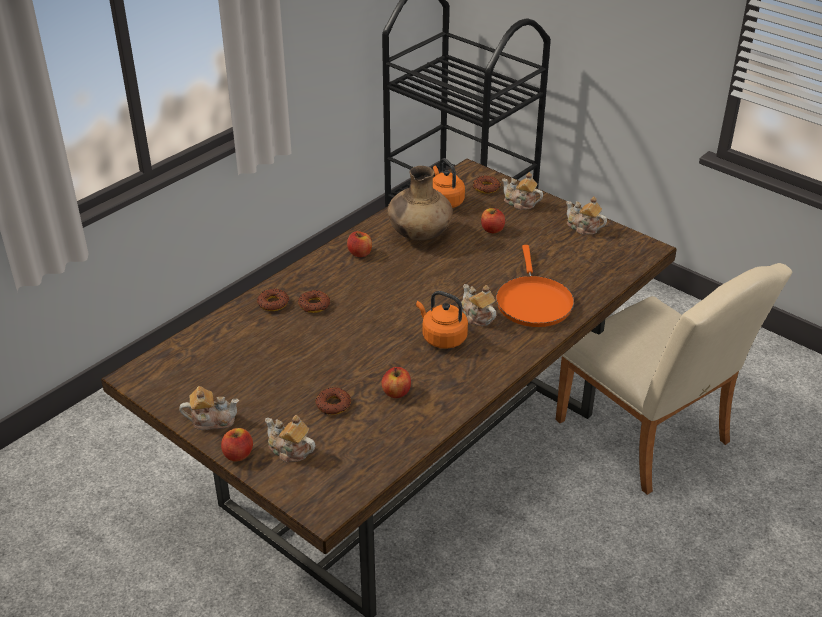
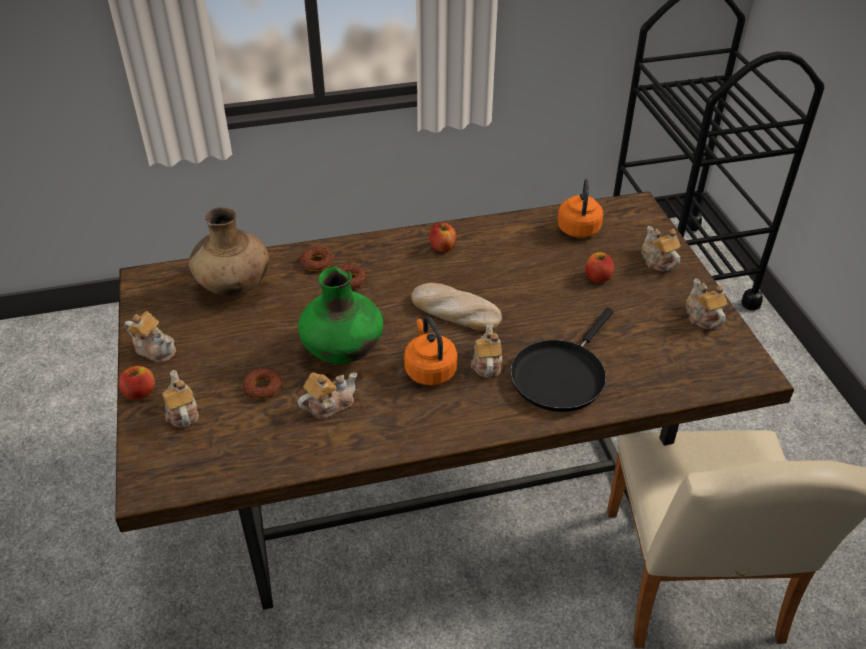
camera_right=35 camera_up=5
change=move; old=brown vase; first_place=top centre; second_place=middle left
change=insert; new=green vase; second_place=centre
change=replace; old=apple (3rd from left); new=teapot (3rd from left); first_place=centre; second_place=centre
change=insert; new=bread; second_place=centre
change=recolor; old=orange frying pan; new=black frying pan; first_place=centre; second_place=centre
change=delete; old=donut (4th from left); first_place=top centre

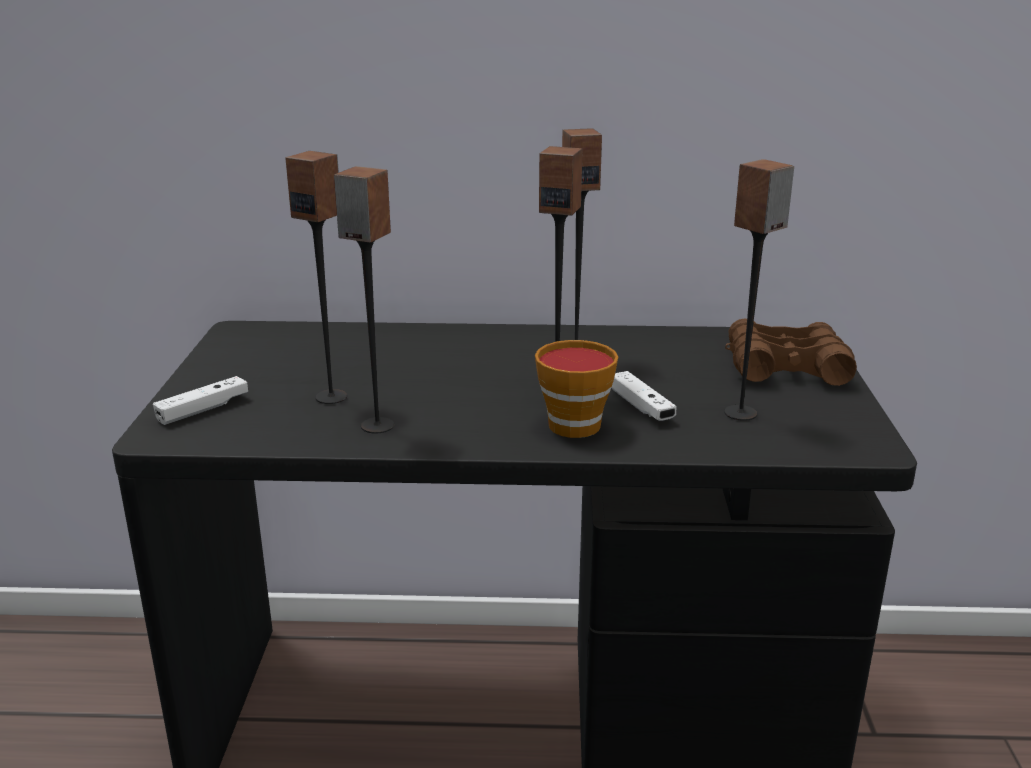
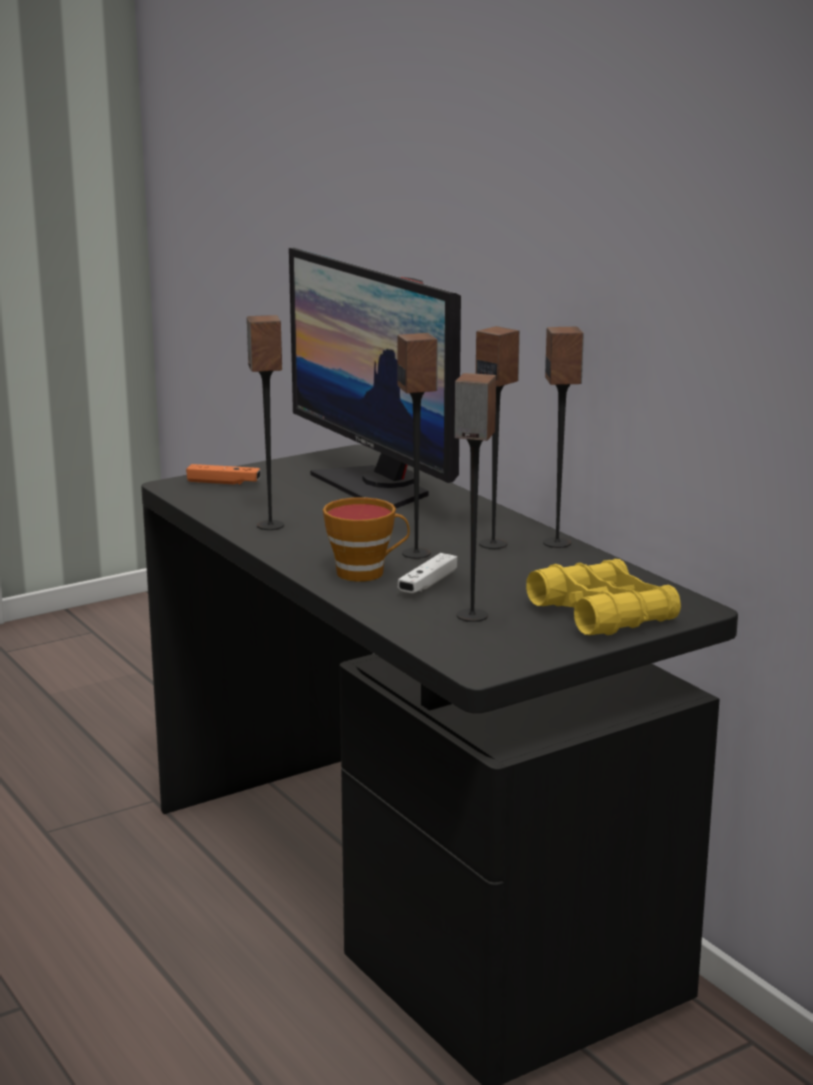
camera_right=55 camera_up=-5
change=recolor; old=white game controller (1st from left); new=orange game controller; first_place=middle left; second_place=middle left
change=insert; new=monitor; second_place=centre
change=recolor; old=brown binoculars; new=yellow binoculars; first_place=middle right; second_place=middle right
change=move; old=speaker (1st from left in the first image); new=speaker (5th from left); first_place=middle left; second_place=middle right

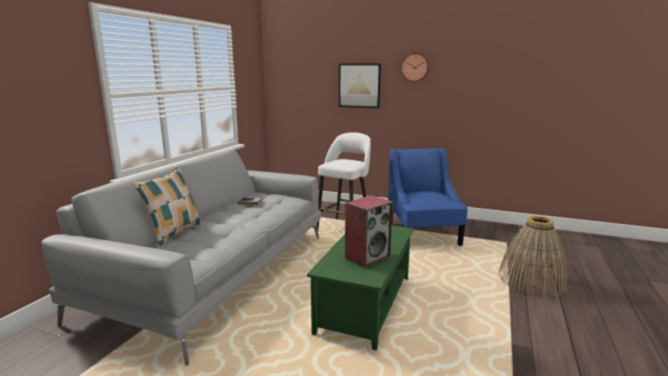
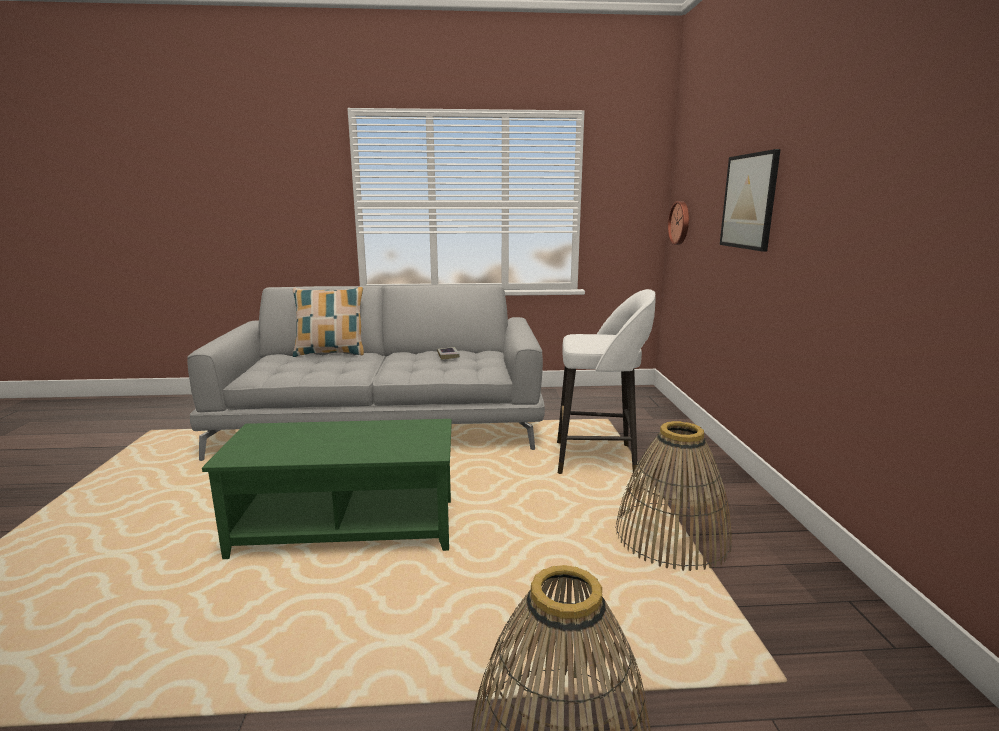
camera_right=65 camera_up=0
change=replace; old=blue armchair; new=basket (2nd from left); first_place=centre; second_place=bottom right
change=move; old=wall clock; first_place=top centre; second_place=top right
change=delete; old=speaker; first_place=centre

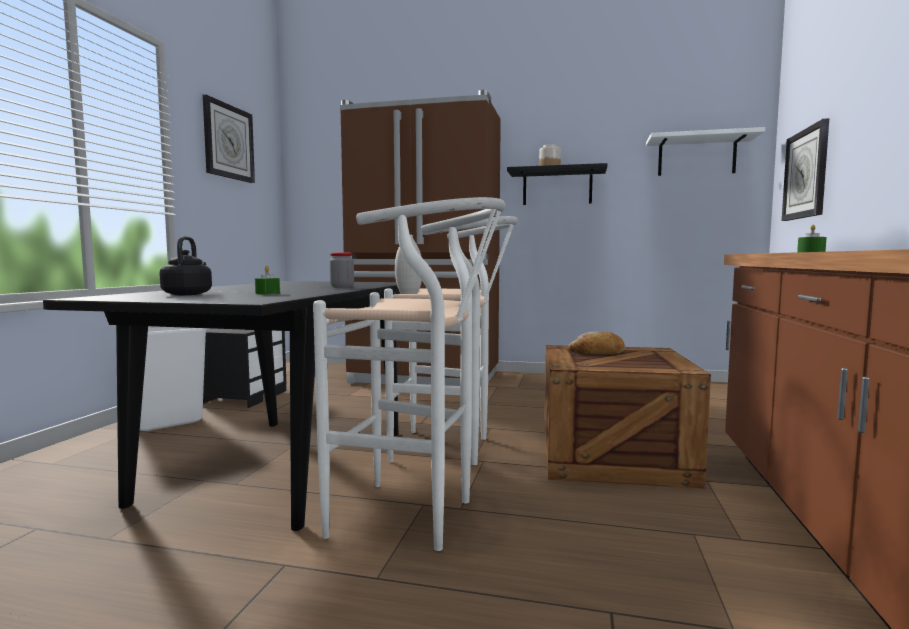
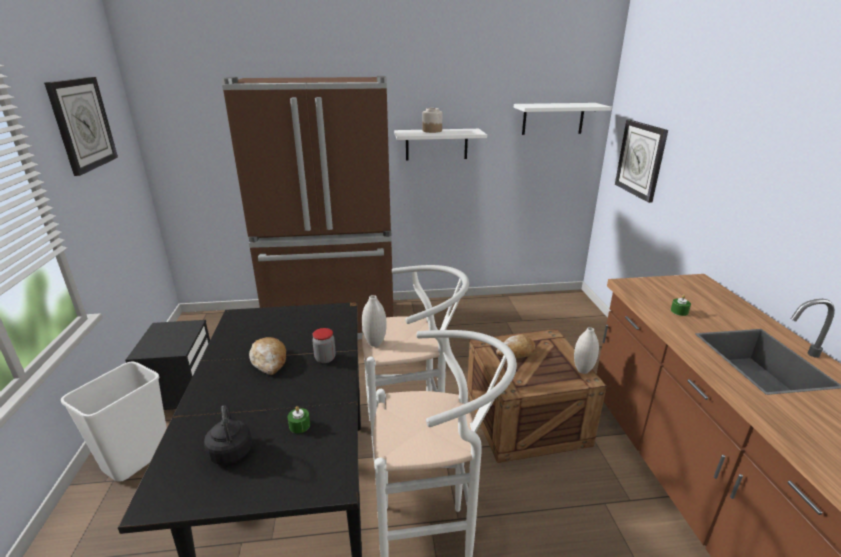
camera_right=-20 camera_up=20
change=insert; new=bread (1st from left); second_place=middle left
change=recolor; old=black shelf; new=white shelf (1st from left); first_place=top centre; second_place=top centre
change=insert; new=white vase (2nd from left); second_place=middle right

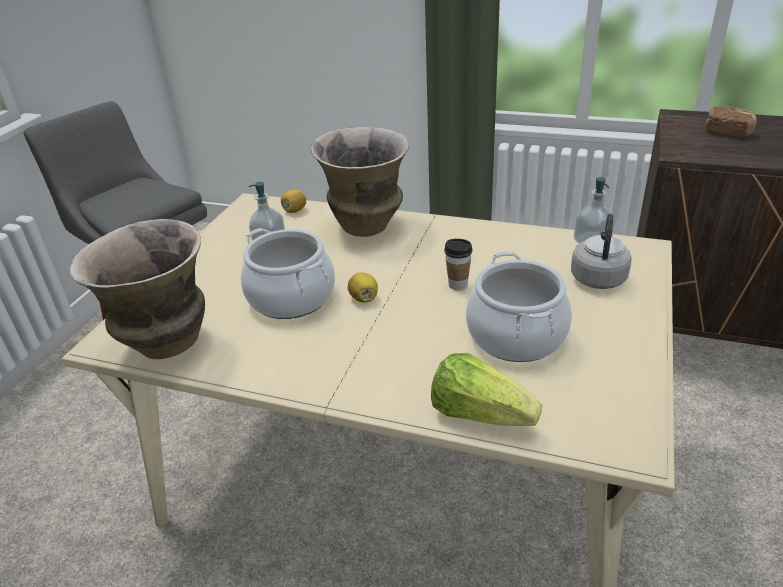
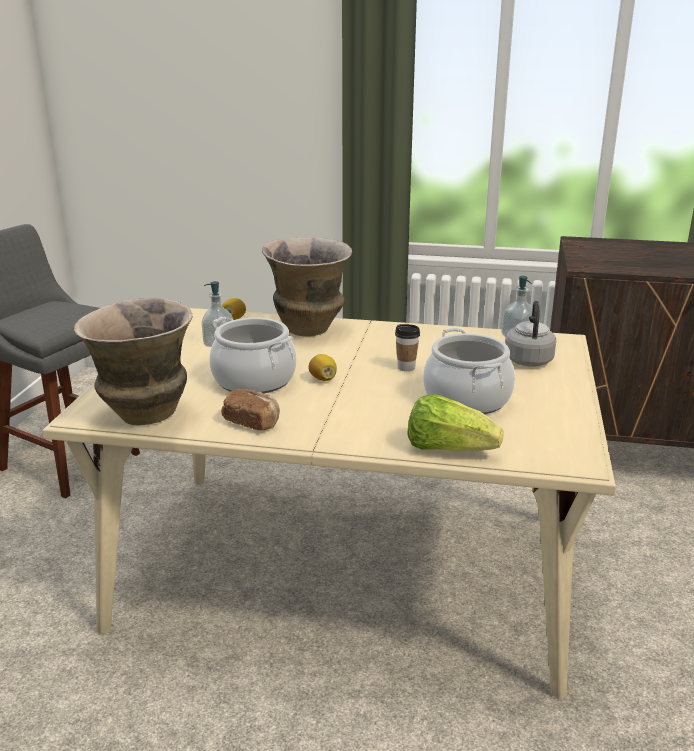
camera_right=-10 camera_up=-10
change=move; old=bread; first_place=top right; second_place=centre

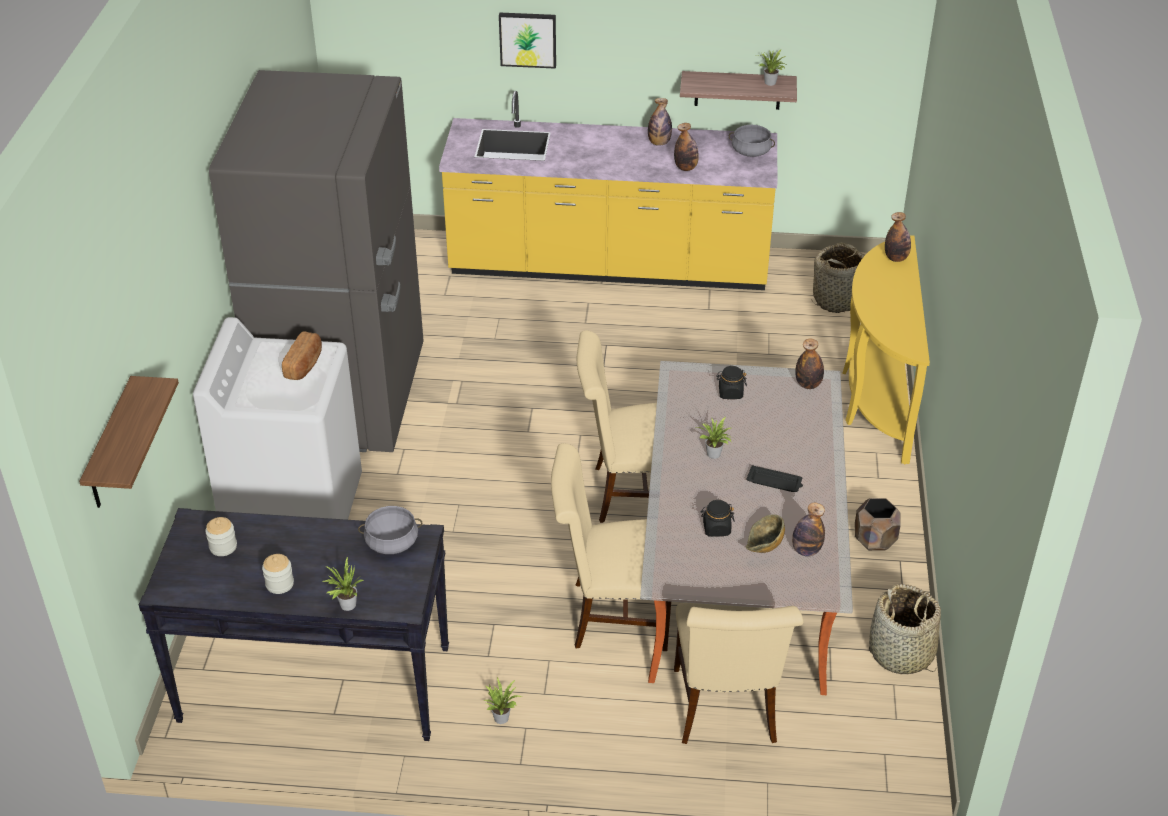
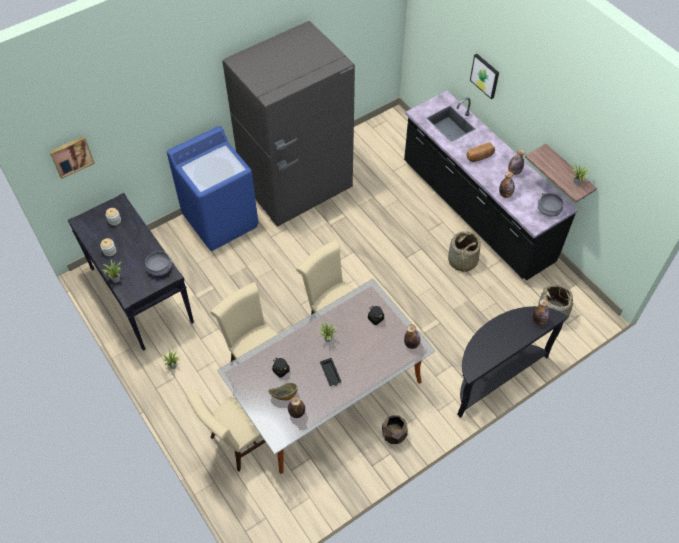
camera_right=50 camera_up=15
change=replace; old=shelf (1st from left); new=picture (1st from left); first_place=middle left; second_place=top left
change=recolor; old=white washing machine; new=blue washing machine; first_place=middle left; second_place=middle left
change=recolor; old=yellow counter; new=black counter; first_place=top centre; second_place=middle right
change=move; old=basket (2nd from left in the first image); new=basket (1st from left); first_place=bottom right; second_place=middle right
change=recolor; old=yellow console table; new=black console table (2nd from left); first_place=middle right; second_place=bottom right
change=move; old=bread; first_place=middle left; second_place=top right

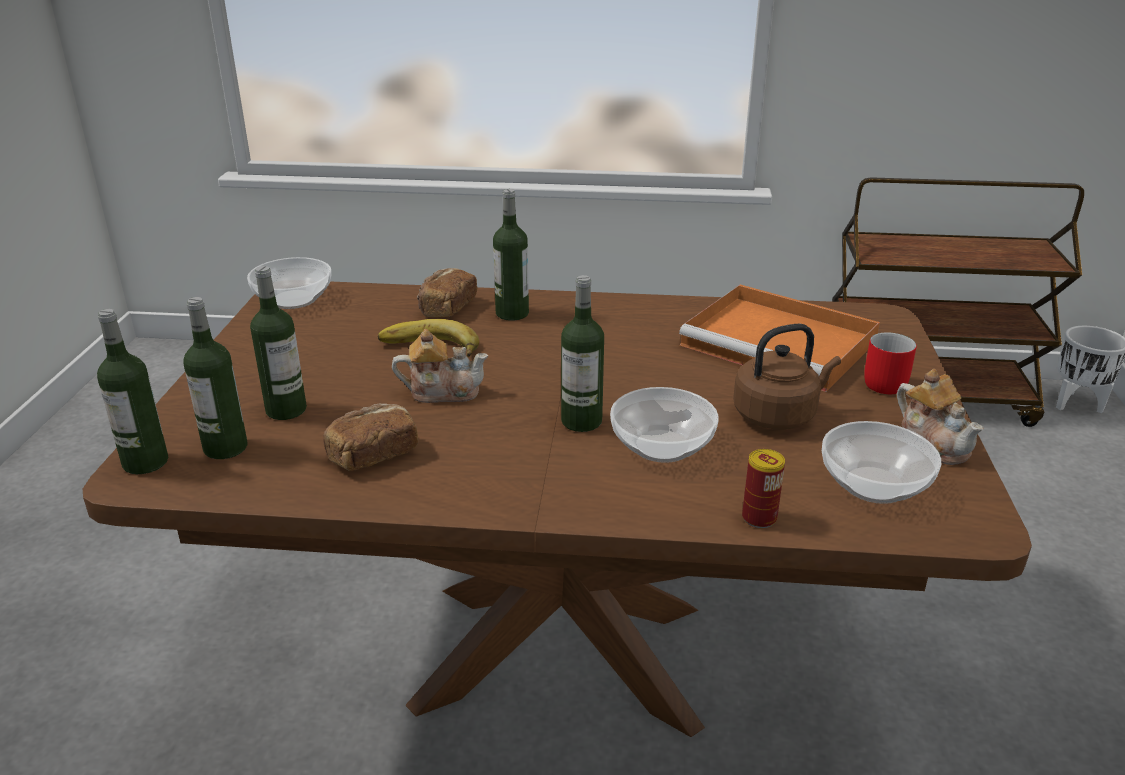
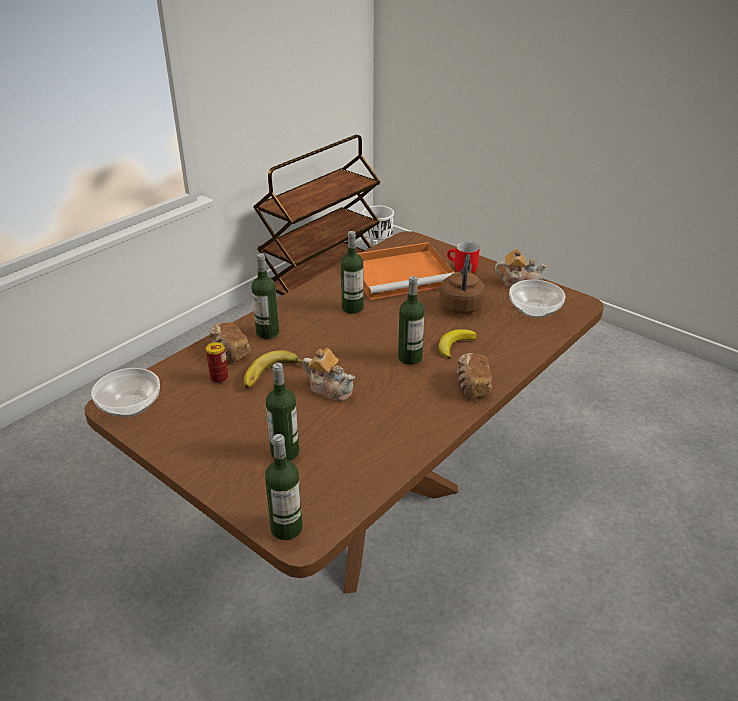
camera_right=-55 camera_up=5
change=move; old=can; first_place=middle right; second_place=middle left
change=rotate; old=teapot (1st from left); first_place=centre; second_place=centre; degrees=90
change=move; old=bottle (2nd from left in the first image); new=bottle (4th from left); first_place=middle left; second_place=centre
change=replace; old=bowl (2nd from left); new=banana (2nd from left); first_place=centre; second_place=centre
change=move; old=bread (1st from left in the first image); new=bread (2nd from left); first_place=middle left; second_place=centre

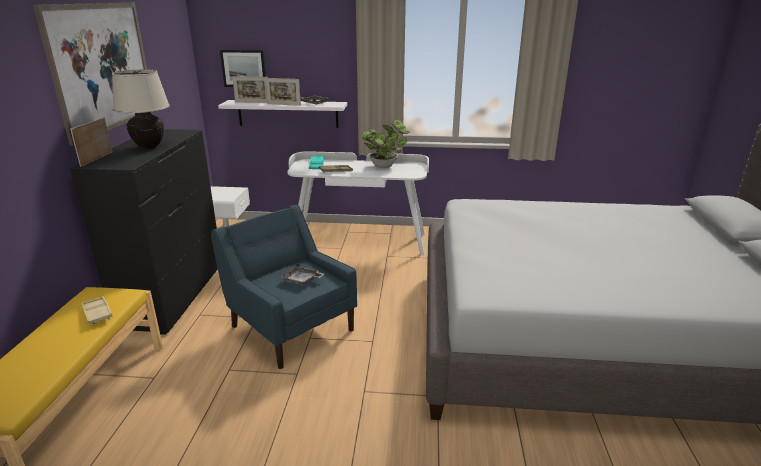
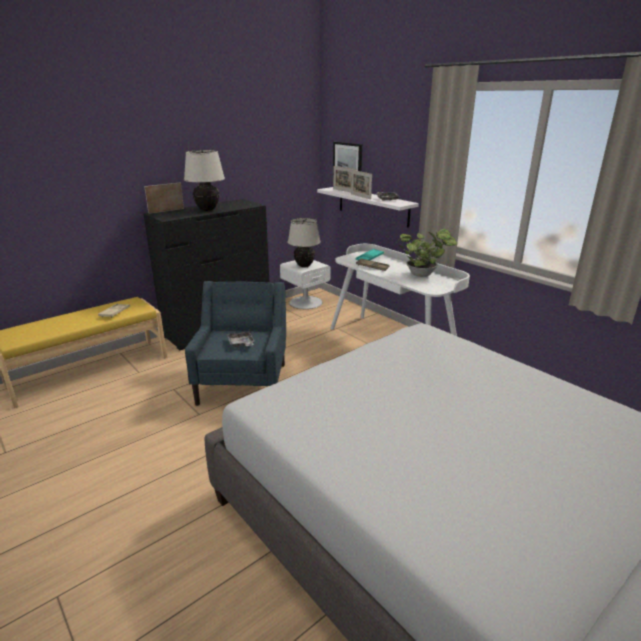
camera_right=45 camera_up=0
change=insert; new=beige table lamp (2nd from left); second_place=centre
change=delete; old=picture (1st from left); first_place=top left

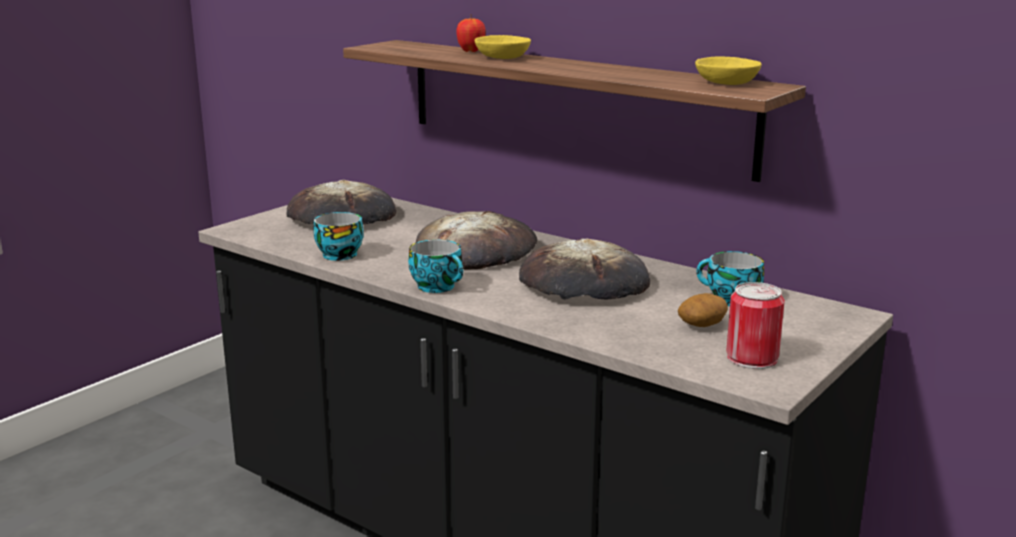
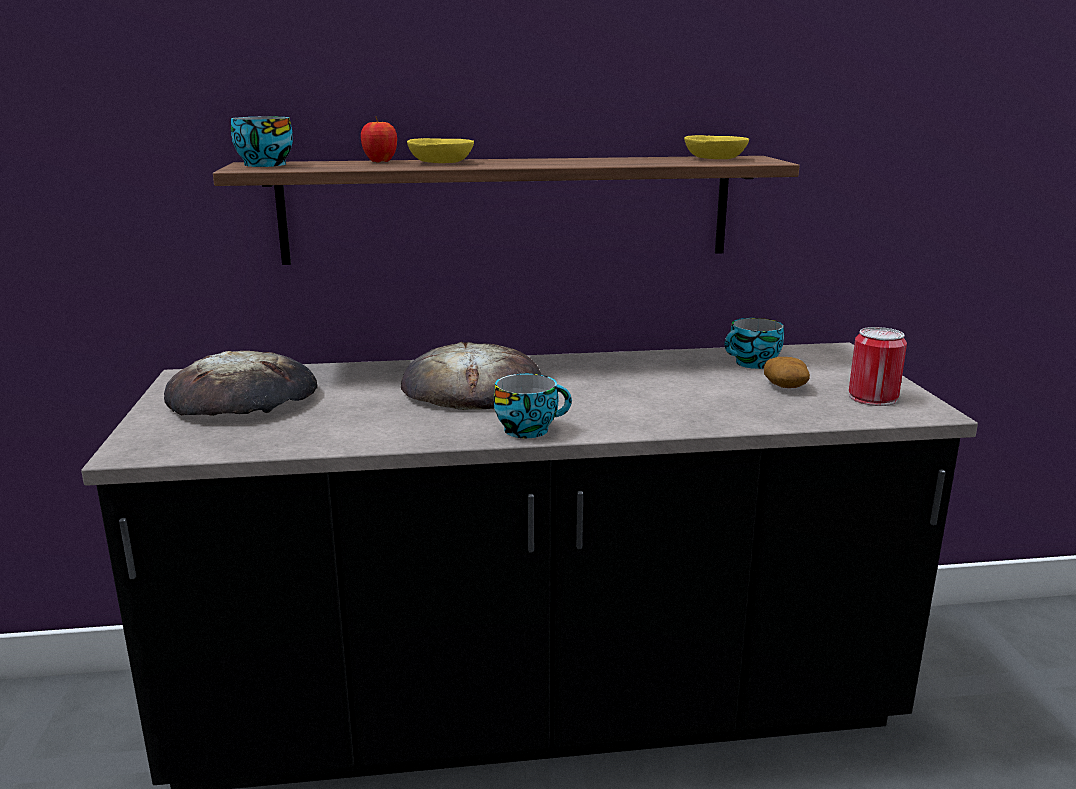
camera_right=-45 camera_up=0
change=move; old=cup (1st from left); first_place=middle left; second_place=top left
change=delete; old=bread (3rd from left); first_place=centre

